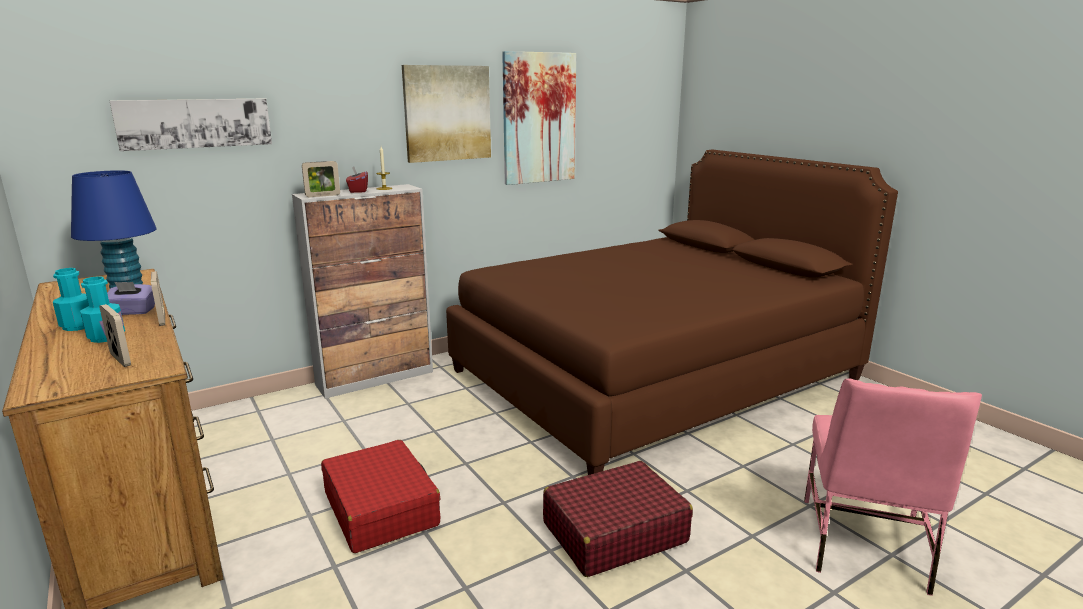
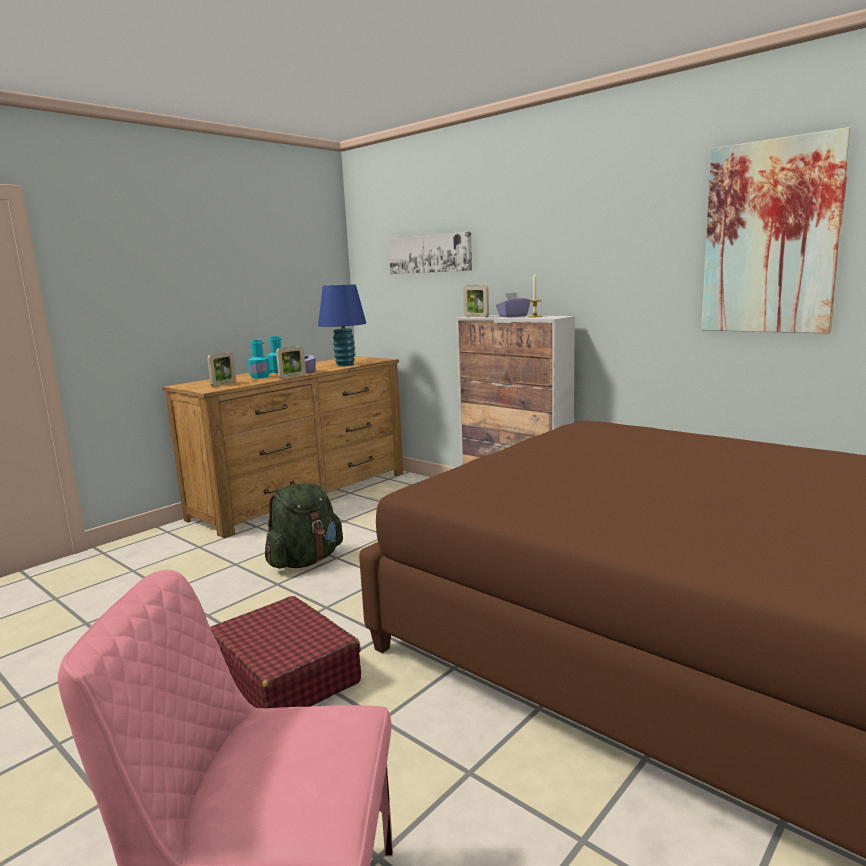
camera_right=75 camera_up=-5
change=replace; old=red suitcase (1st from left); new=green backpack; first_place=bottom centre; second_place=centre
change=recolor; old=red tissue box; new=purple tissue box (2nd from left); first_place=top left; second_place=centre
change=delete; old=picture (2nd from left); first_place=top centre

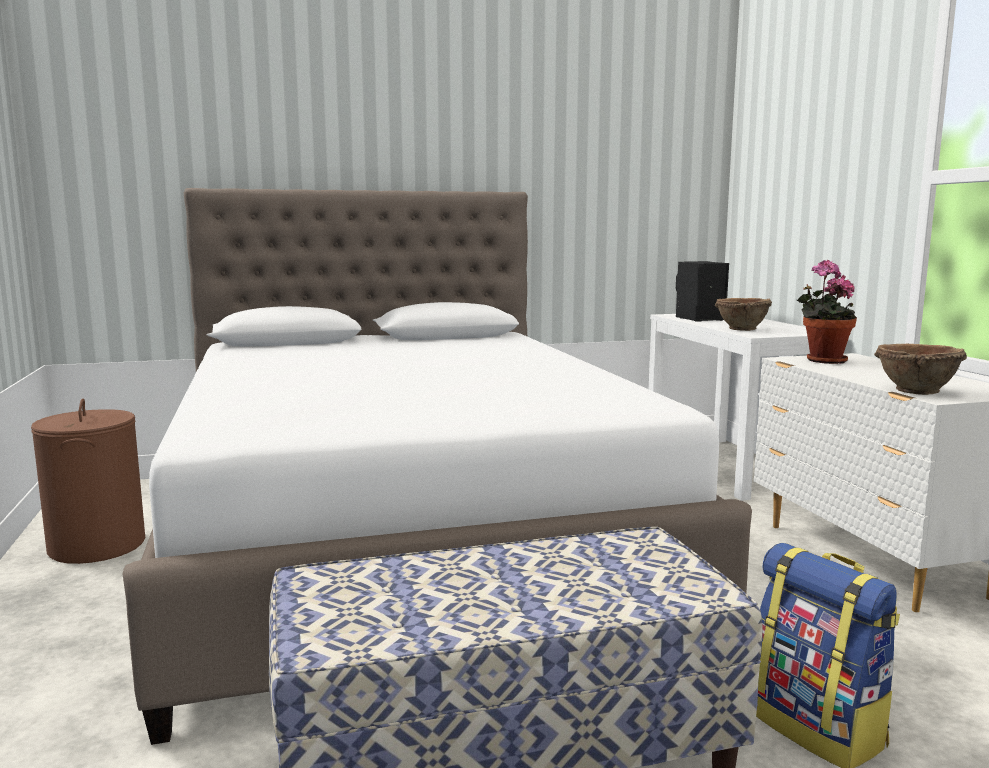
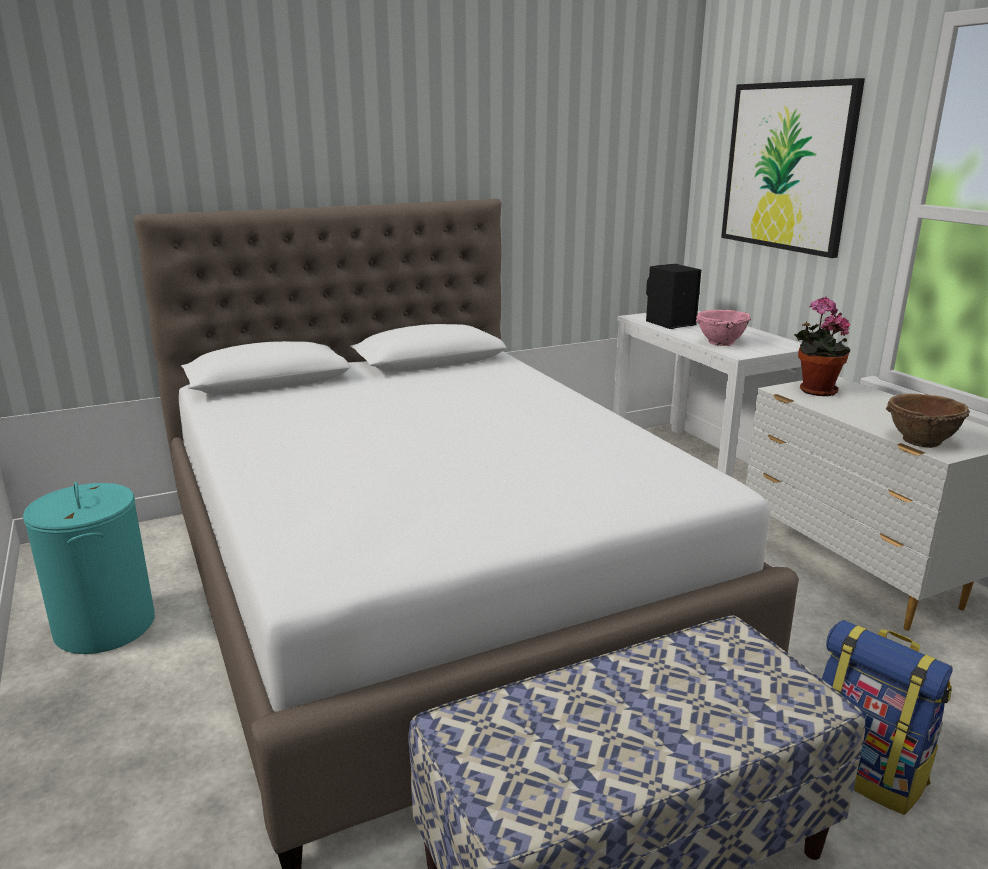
camera_right=-10 camera_up=10
change=recolor; old=brown laundry basket; new=turquoise laundry basket; first_place=middle left; second_place=middle left
change=recolor; old=brown bowl (1st from left); new=pink bowl; first_place=middle right; second_place=middle right
change=insert; new=picture; second_place=top right

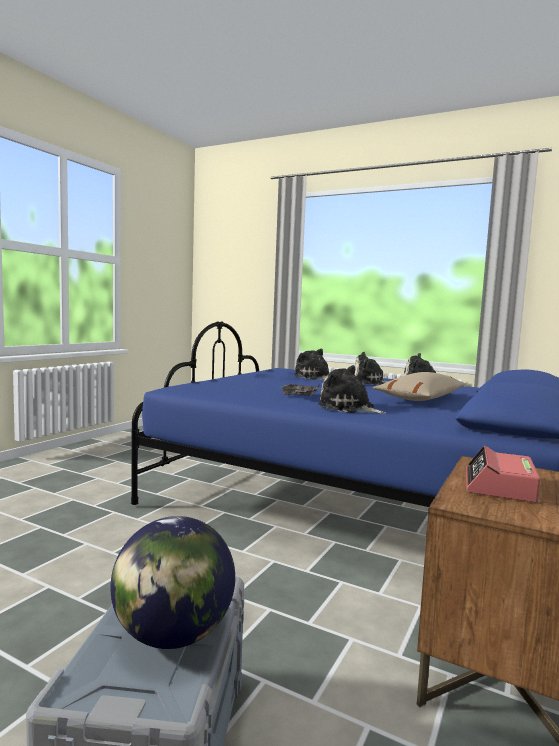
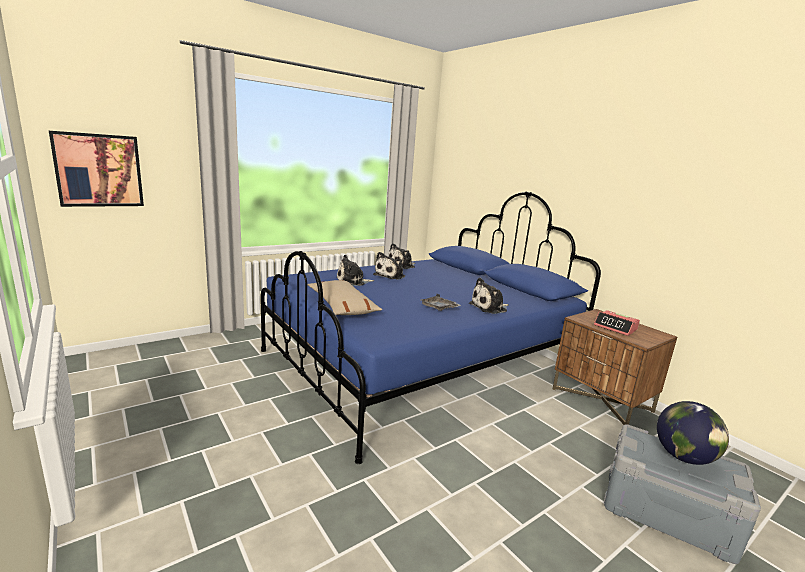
camera_right=-65 camera_up=10
change=insert; new=picture; second_place=top left
change=move; old=beige pillow; first_place=middle right; second_place=centre

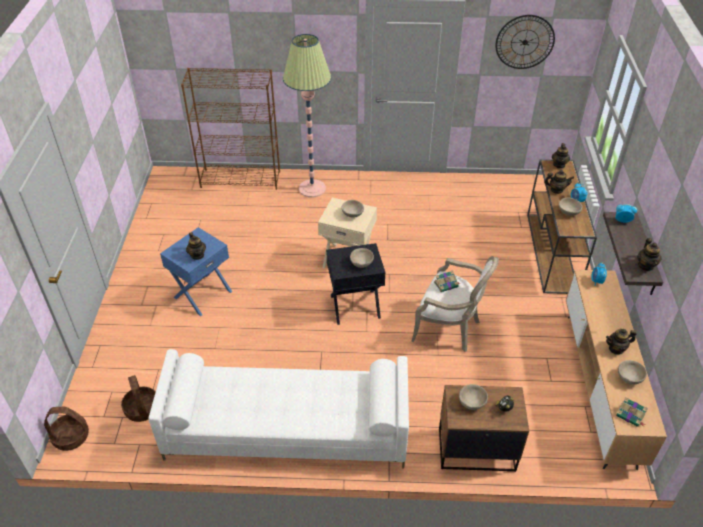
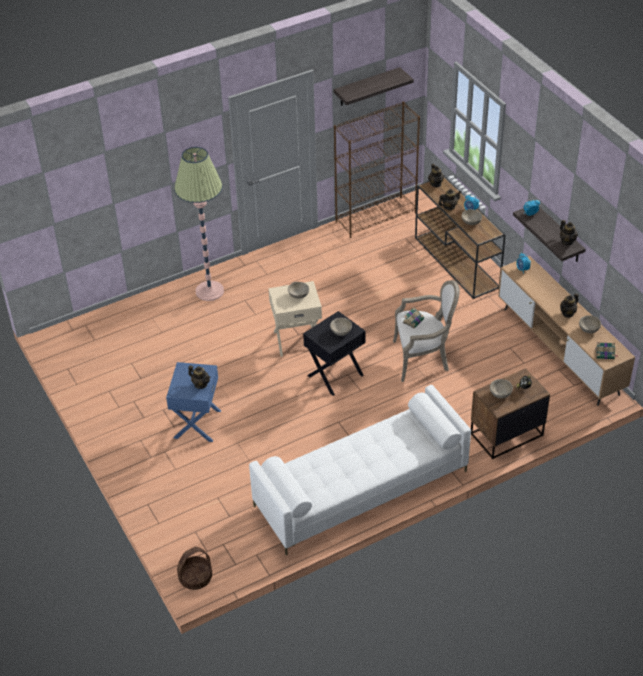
camera_right=-30 camera_up=0
change=replace; old=wall clock; new=shelf (1st from left); first_place=top right; second_place=top centre
change=move; old=brown bookcase; first_place=top left; second_place=top centre
change=delete; old=basket (2nd from left); first_place=bottom left

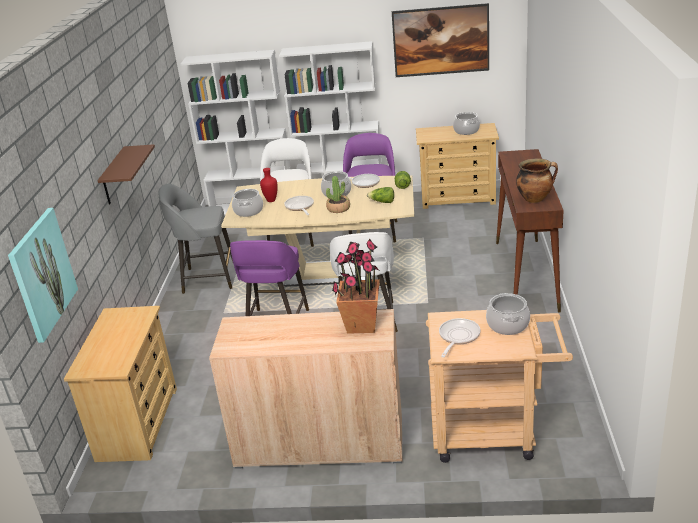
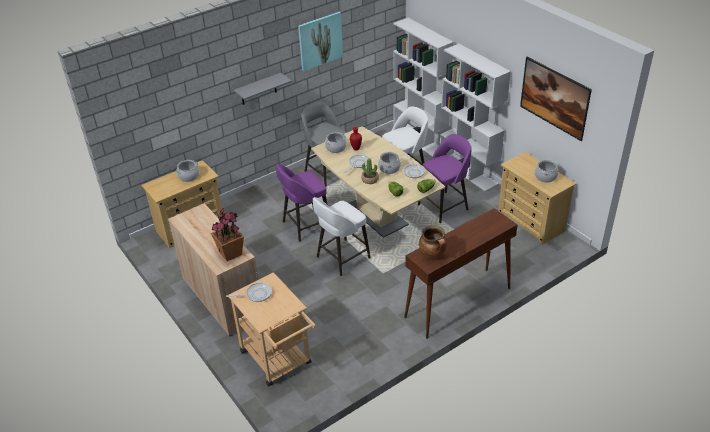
camera_right=50 camera_up=10
change=move; old=cooking pot (4th from left in the first image); new=cooking pot (1st from left); first_place=middle right; second_place=middle left
change=recolor; old=brown shelf; new=grey shelf; first_place=top left; second_place=top centre
change=move; old=picture (1st from left); first_place=middle left; second_place=top centre

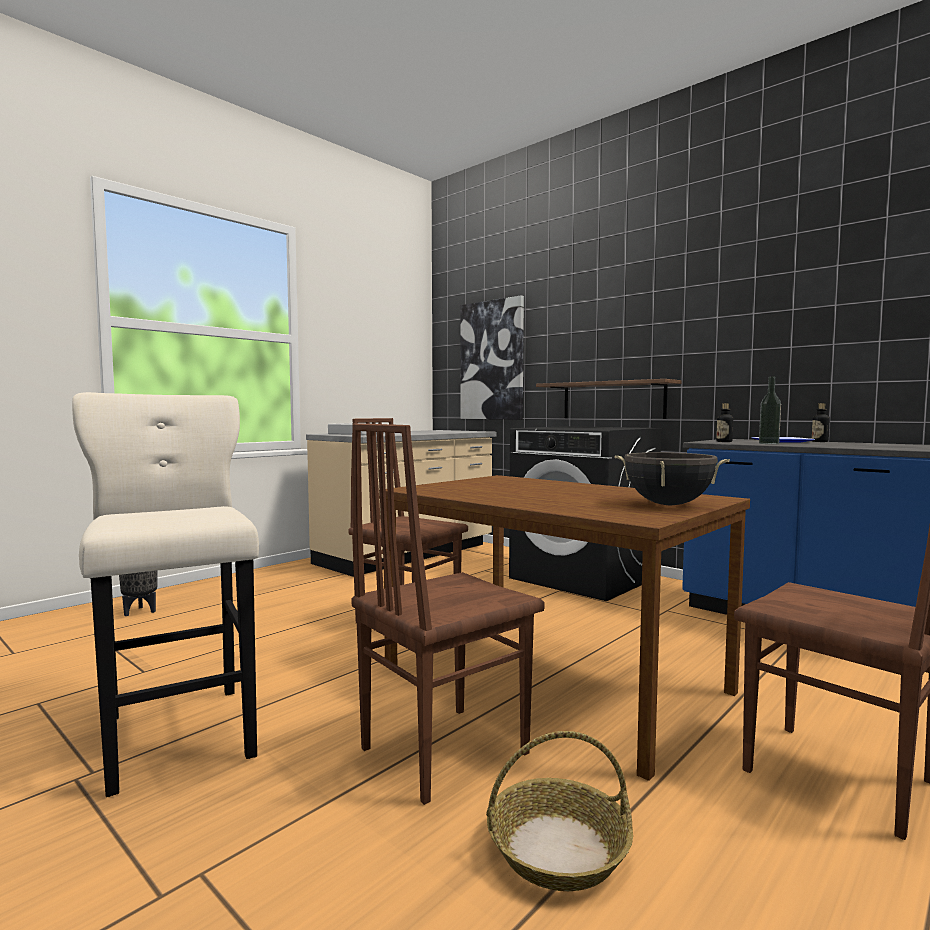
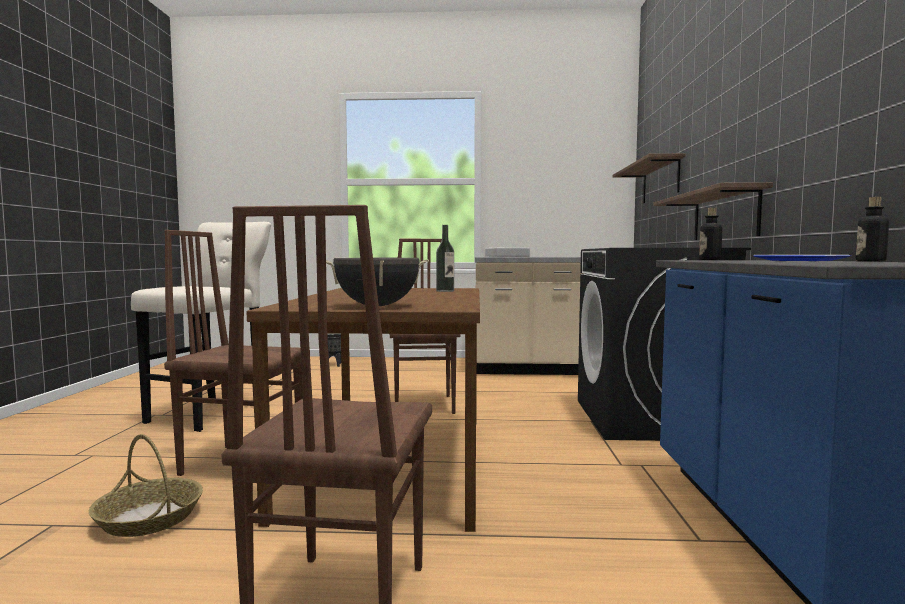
camera_right=50 camera_up=0
change=move; old=bottle (2nd from left in the first image); new=bottle (1st from left); first_place=middle right; second_place=centre
change=replace; old=picture; new=shelf (1st from left); first_place=centre; second_place=top right

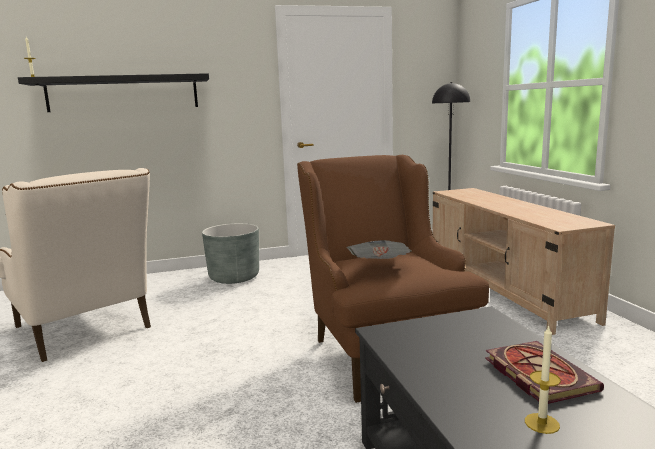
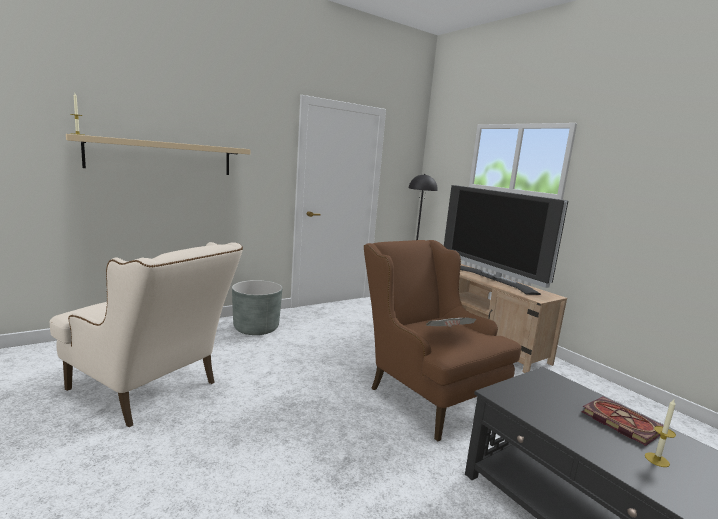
camera_right=-20 camera_up=0
change=recolor; old=black shelf; new=beige shelf; first_place=top left; second_place=top left
change=insert; new=television; second_place=middle right

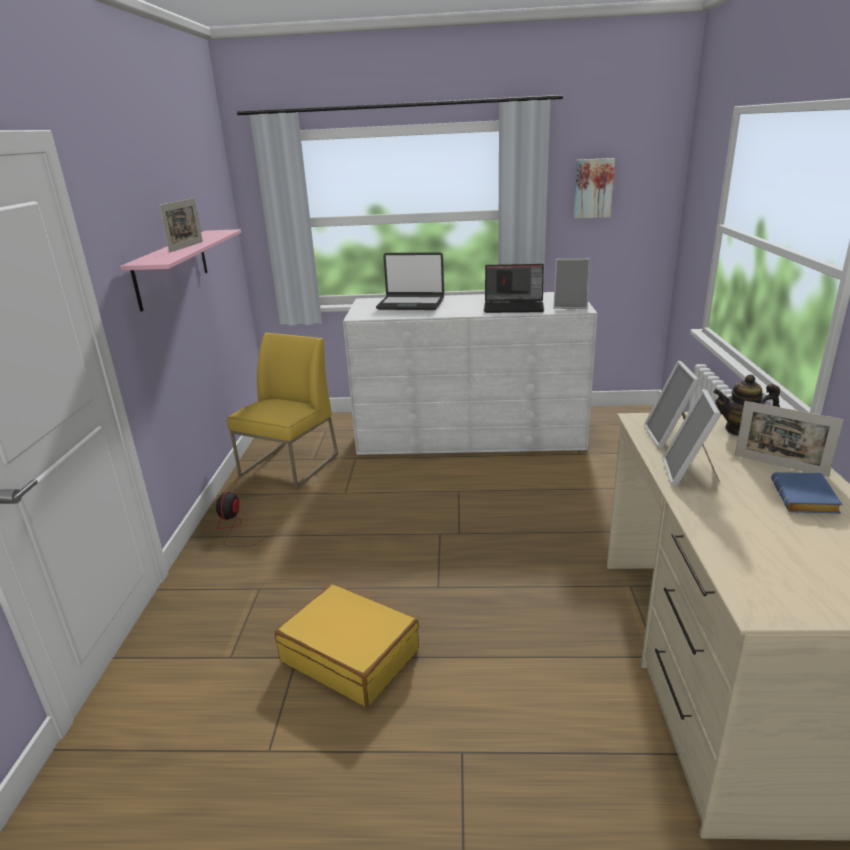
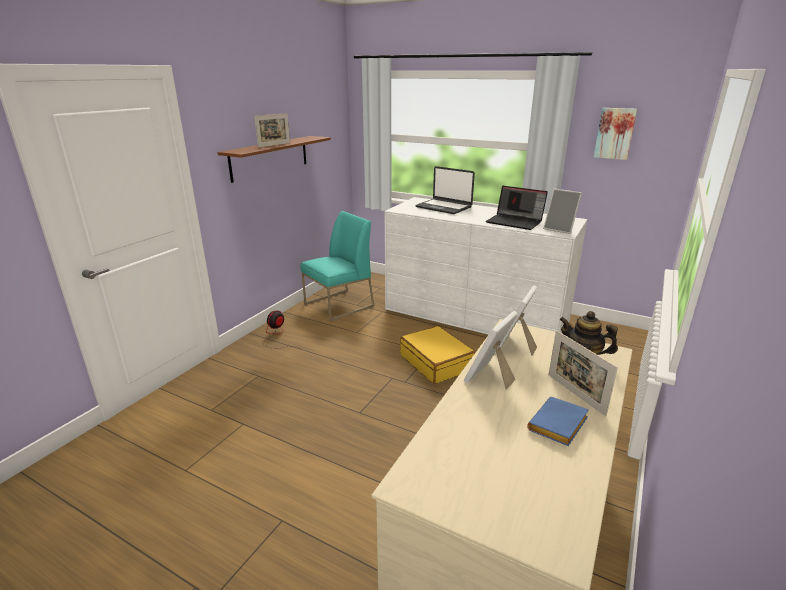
camera_right=25 camera_up=0
change=recolor; old=pink shelf; new=brown shelf; first_place=top left; second_place=top centre
change=recolor; old=yellow chair; new=turquoise chair; first_place=middle left; second_place=centre
change=move; old=yellow suitcase; first_place=bottom centre; second_place=centre

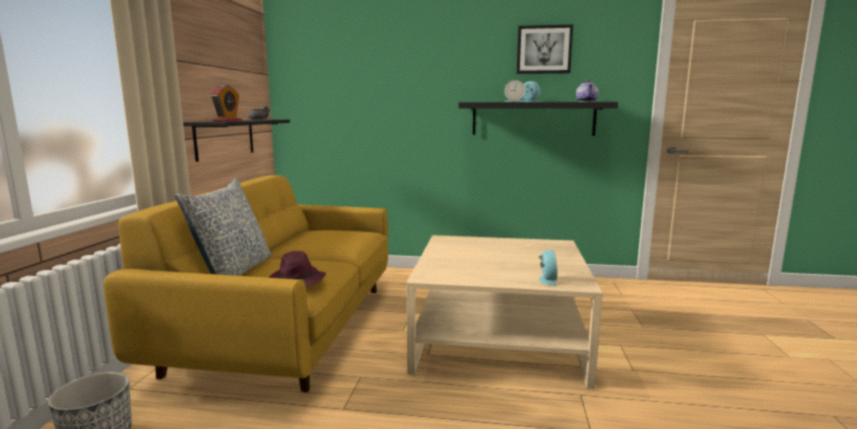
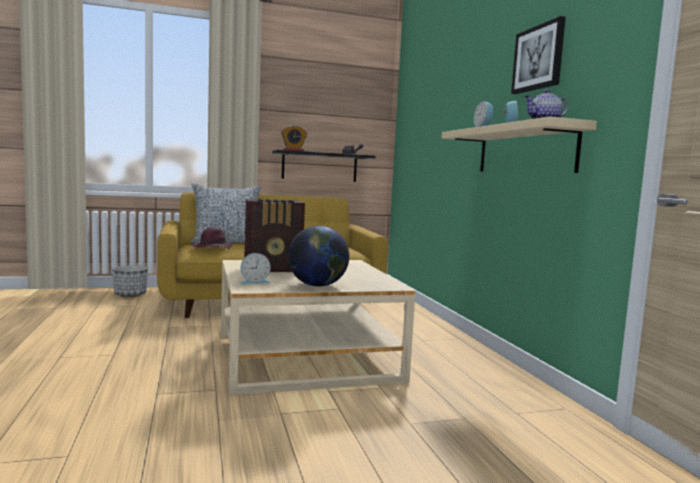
camera_right=65 camera_up=-5
change=insert; new=radio; second_place=centre
change=insert; new=globe; second_place=centre
change=recolor; old=black shelf (2nd from left); new=beige shelf; first_place=top centre; second_place=top right

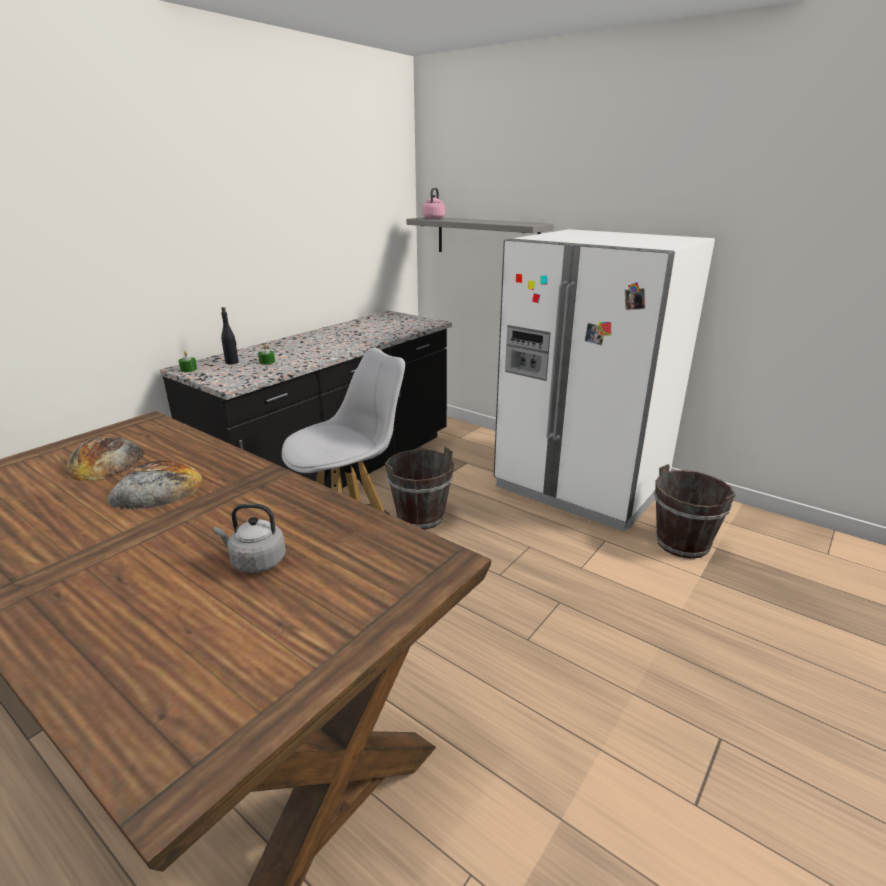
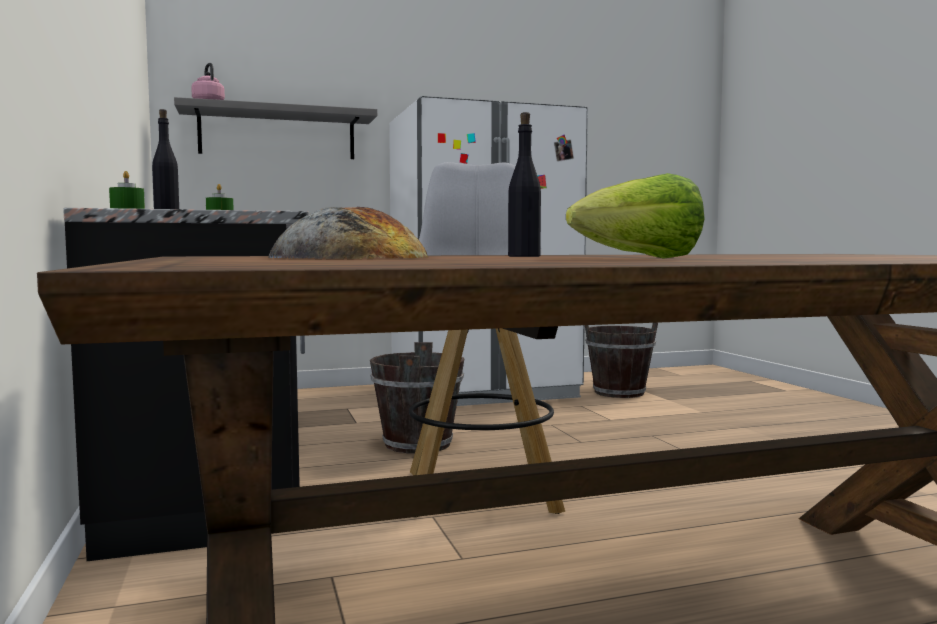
camera_right=-55 camera_up=-20
change=replace; old=bread (2nd from left); new=black bottle (2nd from left); first_place=middle left; second_place=top centre
change=insert; new=lettuce; second_place=middle right
change=delete; old=grey kettle; first_place=middle left

